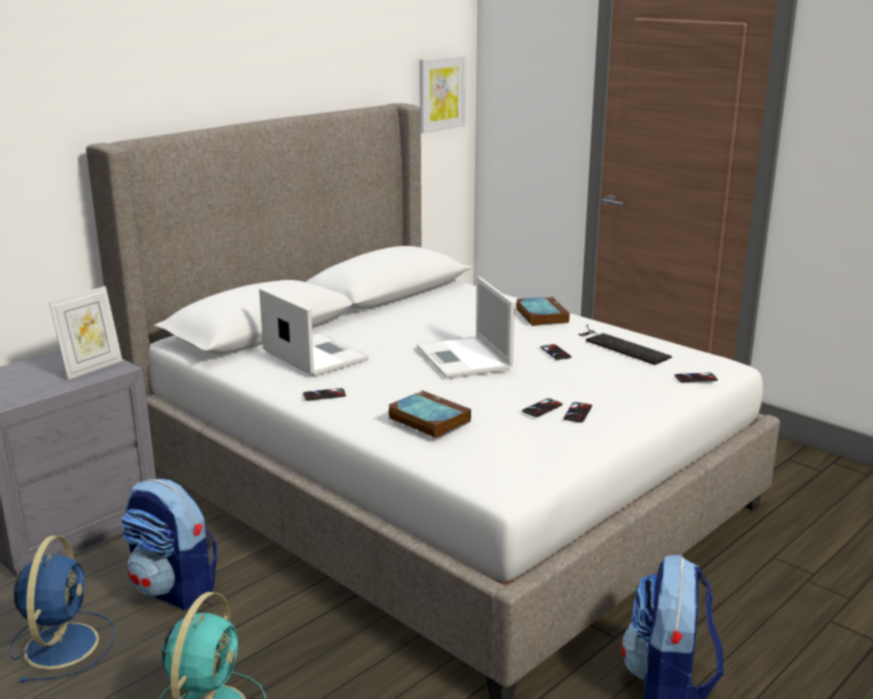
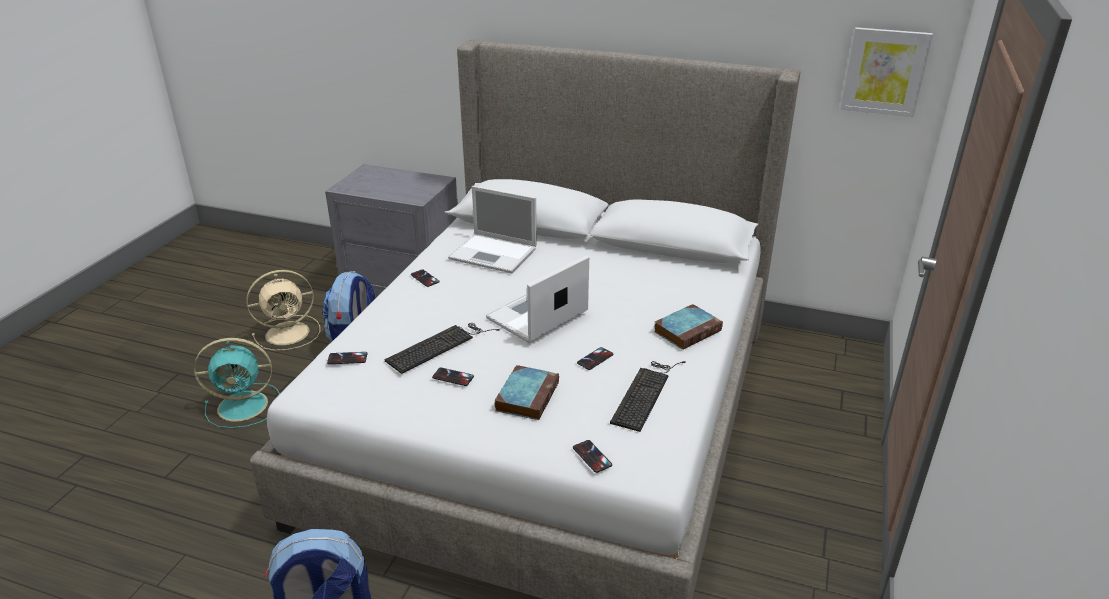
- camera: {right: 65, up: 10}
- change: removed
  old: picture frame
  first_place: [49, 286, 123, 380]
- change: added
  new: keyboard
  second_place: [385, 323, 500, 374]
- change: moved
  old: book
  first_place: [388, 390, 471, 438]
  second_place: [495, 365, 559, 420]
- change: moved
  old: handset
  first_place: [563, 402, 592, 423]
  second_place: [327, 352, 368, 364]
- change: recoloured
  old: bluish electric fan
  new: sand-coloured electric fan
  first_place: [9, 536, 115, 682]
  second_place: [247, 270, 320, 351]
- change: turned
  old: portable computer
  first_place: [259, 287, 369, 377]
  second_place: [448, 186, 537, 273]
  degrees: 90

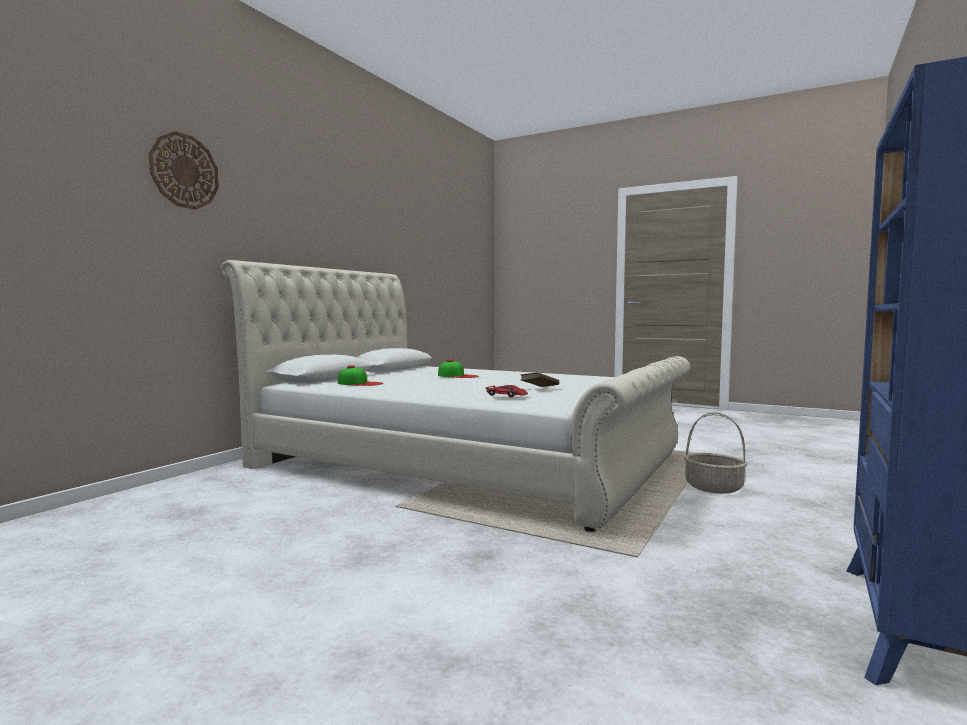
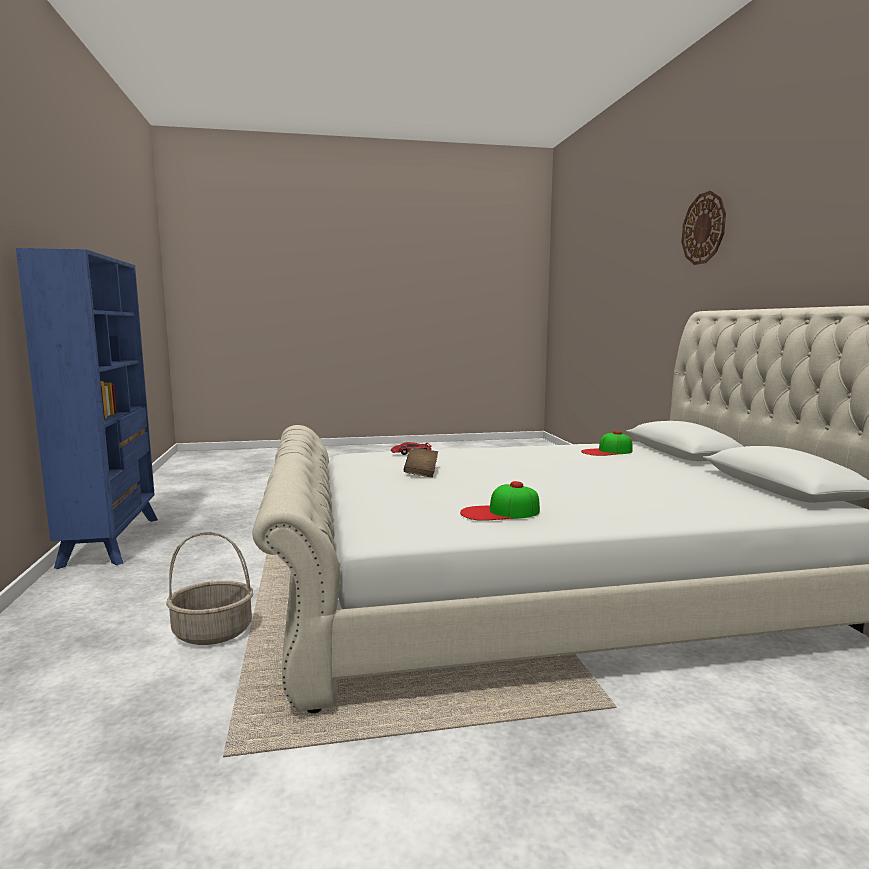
- camera: {right: 140, up: 5}
- change: moved
  old: baseball cap
  first_place: [438, 359, 479, 378]
  second_place: [460, 481, 540, 521]

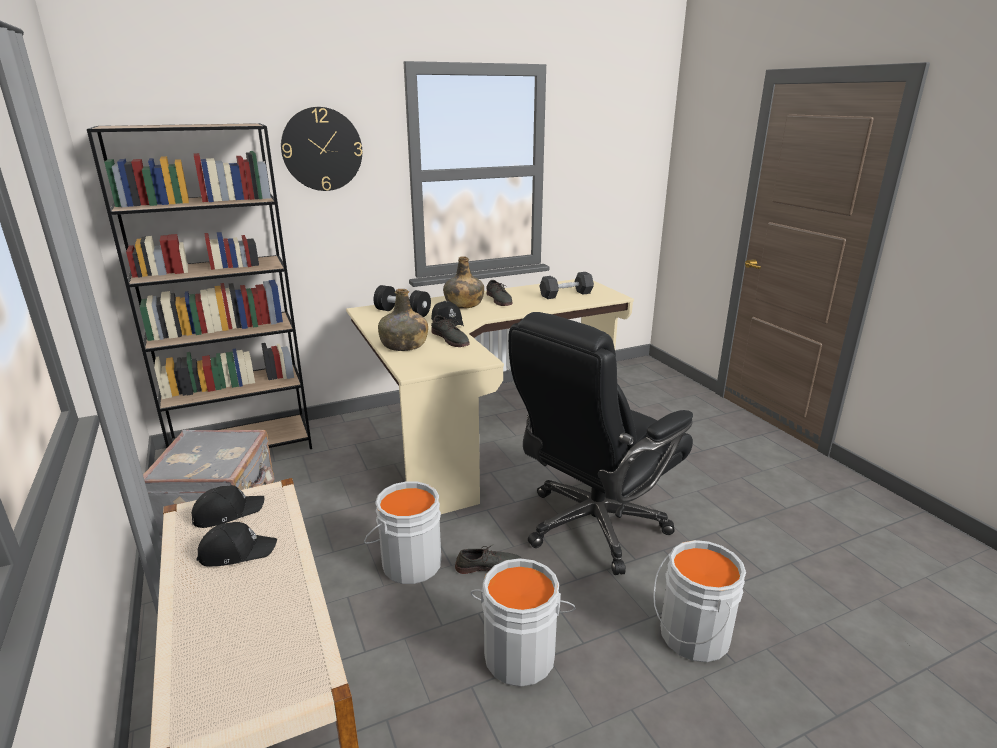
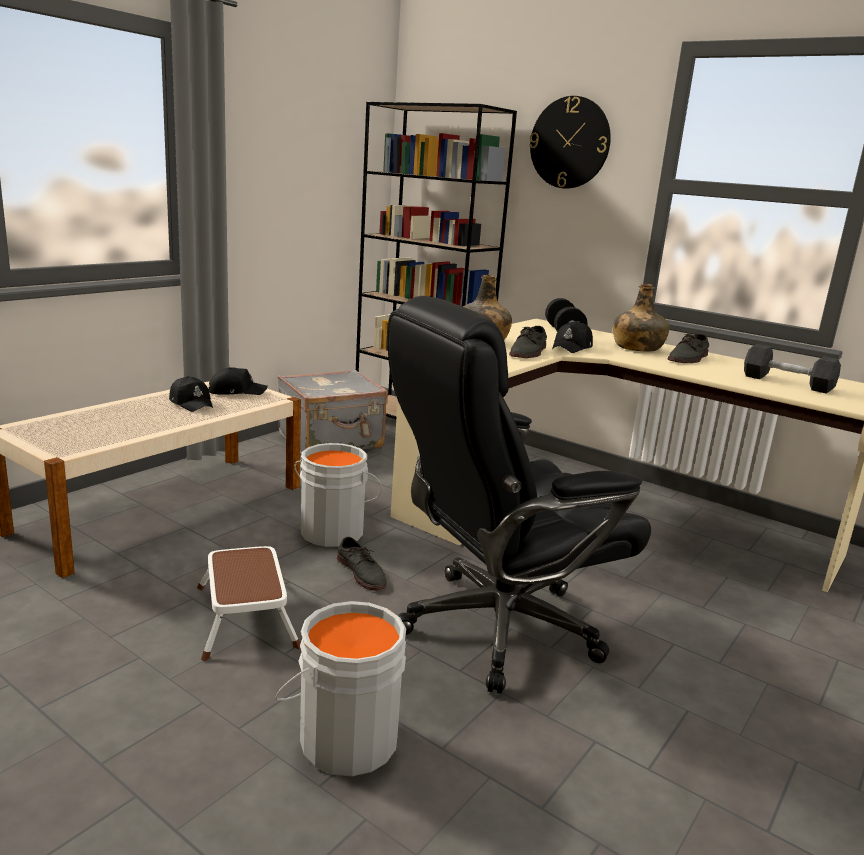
- camera: {right: 60, up: -5}
- change: replaced
  old: greyish bucket
  new: brown-coloured stepladder
  first_place: [470, 558, 575, 687]
  second_place: [197, 546, 301, 661]
- change: turned
  old: blackish baseball cap
  first_place: [192, 485, 264, 528]
  second_place: [208, 367, 268, 395]
  degrees: -45
- change: turned
  old: blackish office chair
  first_place: [508, 312, 693, 575]
  second_place: [387, 296, 651, 694]
  degrees: -45

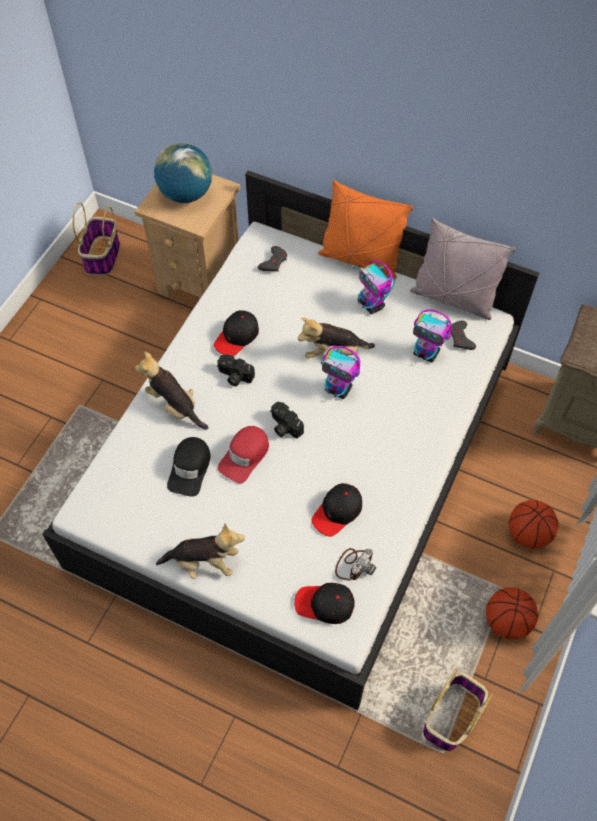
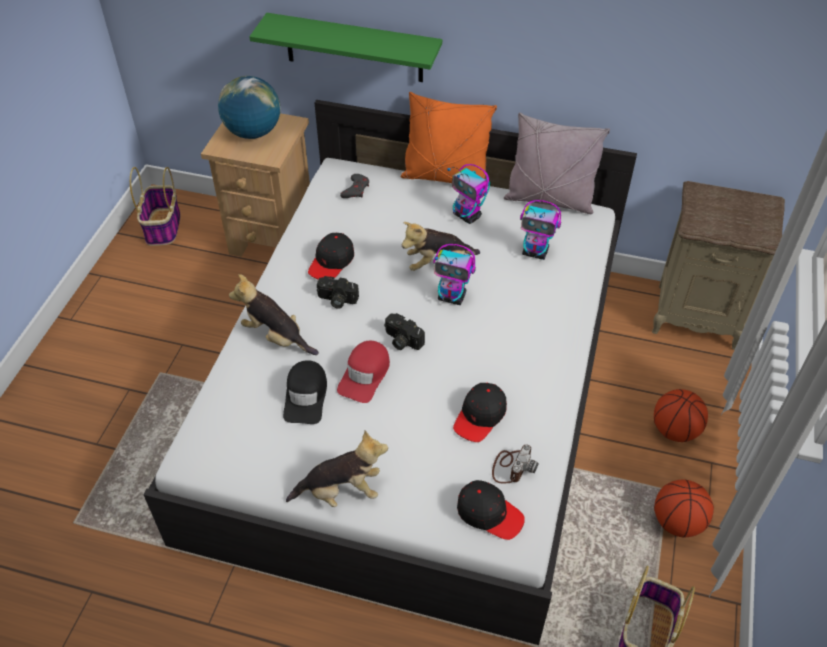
- camera: {right: -10, up: -10}
- change: removed
  old: greyish game controller
  first_place: [451, 321, 476, 350]
- change: added
  new: green shelf
  second_place: [249, 13, 442, 82]
- change: turned
  old: blackish baseball cap
  first_place: [294, 583, 355, 624]
  second_place: [457, 480, 525, 540]
  degrees: -150

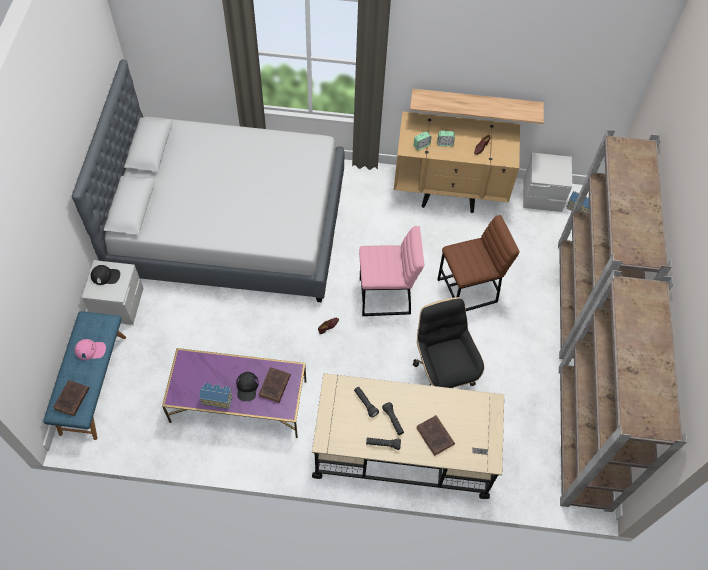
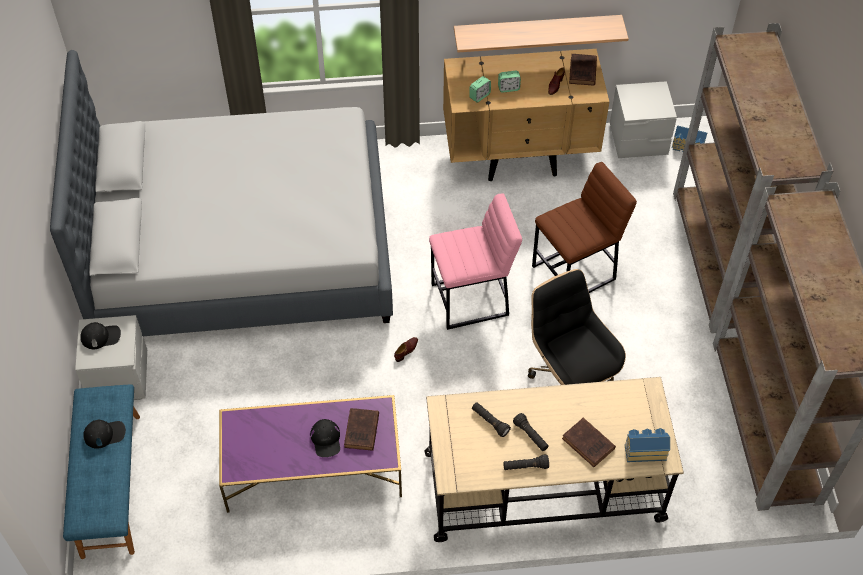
- camera: {right: -10, up: -5}
- change: moved
  old: brown-coloured book
  first_place: [53, 380, 89, 416]
  second_place: [569, 54, 597, 86]
- change: moved
  old: miniature house
  first_place: [199, 383, 233, 409]
  second_place: [625, 428, 670, 462]
- change: recoloured
  old: pink baseball cap
  new: blackish baseball cap
  first_place: [75, 339, 106, 360]
  second_place: [83, 419, 126, 449]

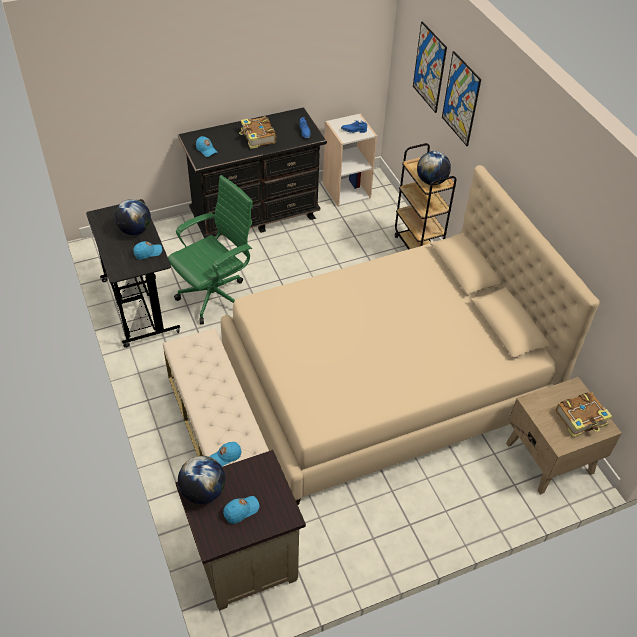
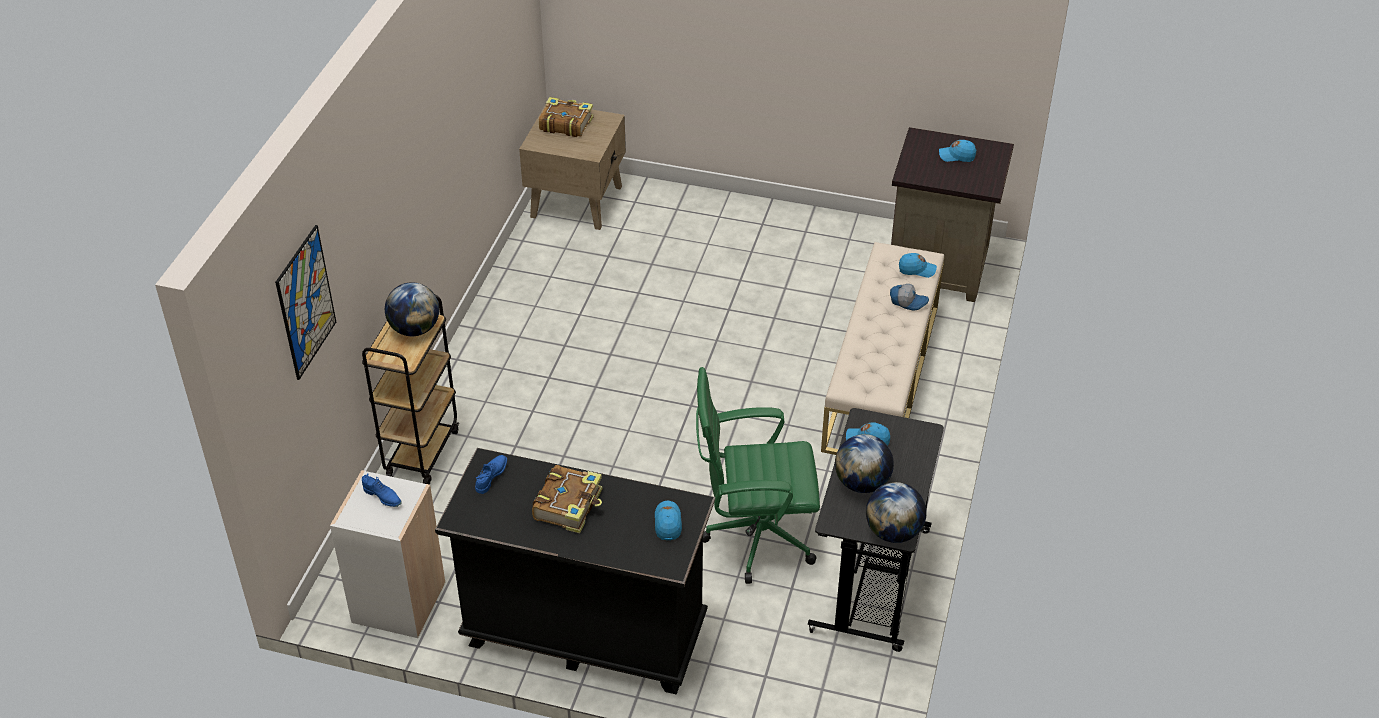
- camera: {right: -140, up: -5}
- change: removed
  old: sand-coloured bed
  first_place: [221, 165, 600, 505]
- change: removed
  old: wall art
  first_place: [442, 51, 481, 146]
- change: added
  new: baseball cap
  second_place: [890, 284, 929, 311]
- change: moved
  old: globe
  first_place: [178, 456, 225, 504]
  second_place: [866, 482, 927, 543]

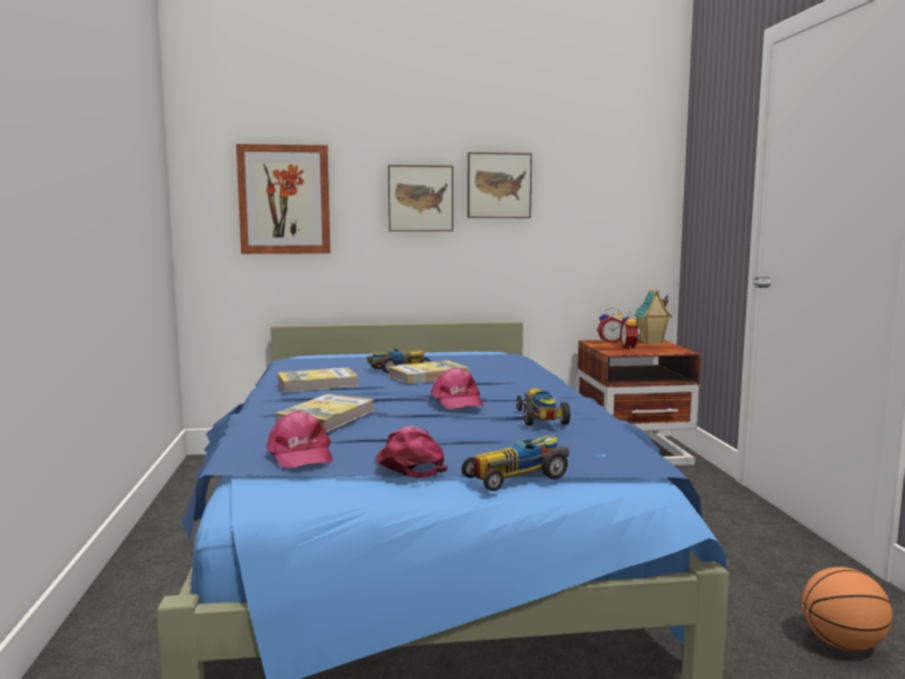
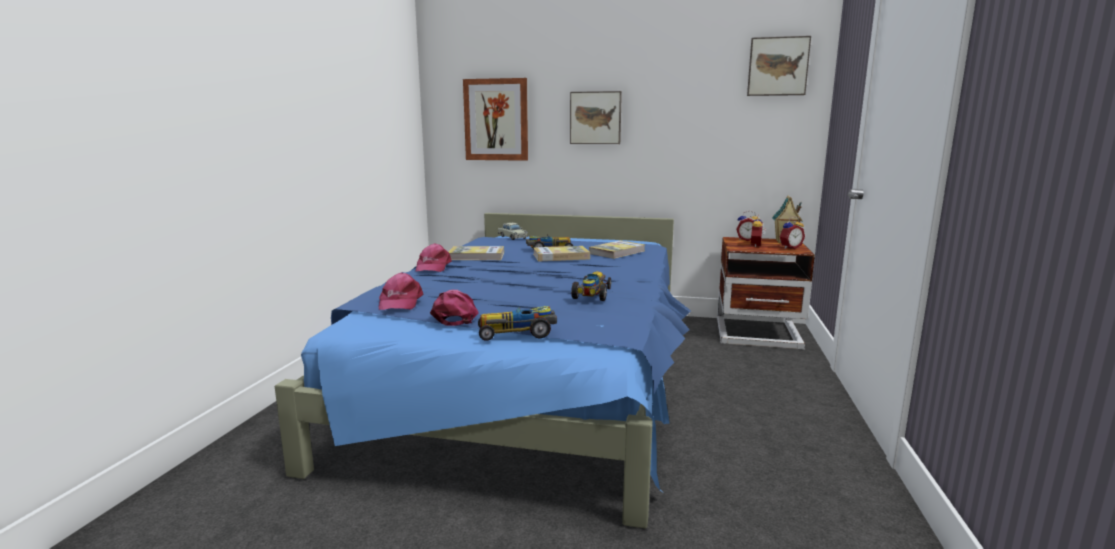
- camera: {right: 20, up: 5}
- change: removed
  old: basketball ball
  first_place: [801, 567, 892, 651]
- change: added
  new: sand-coloured model car
  second_place: [498, 223, 528, 240]
- change: added
  new: alarm clock
  second_place: [780, 216, 805, 249]
- change: moved
  old: book
  first_place: [275, 394, 374, 432]
  second_place: [589, 240, 645, 259]
- change: moved
  old: pink baseball cap
  first_place: [431, 367, 483, 409]
  second_place: [416, 243, 452, 272]
- change: moved
  old: wall art
  first_place: [467, 152, 532, 218]
  second_place: [747, 36, 811, 96]

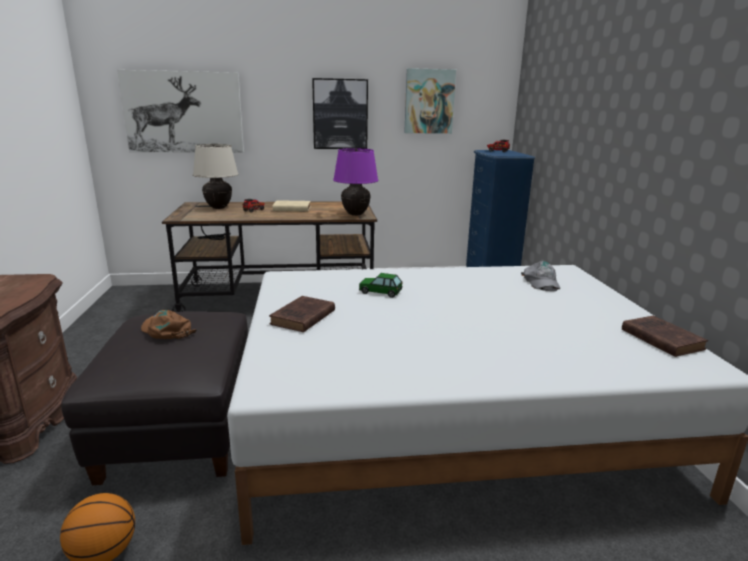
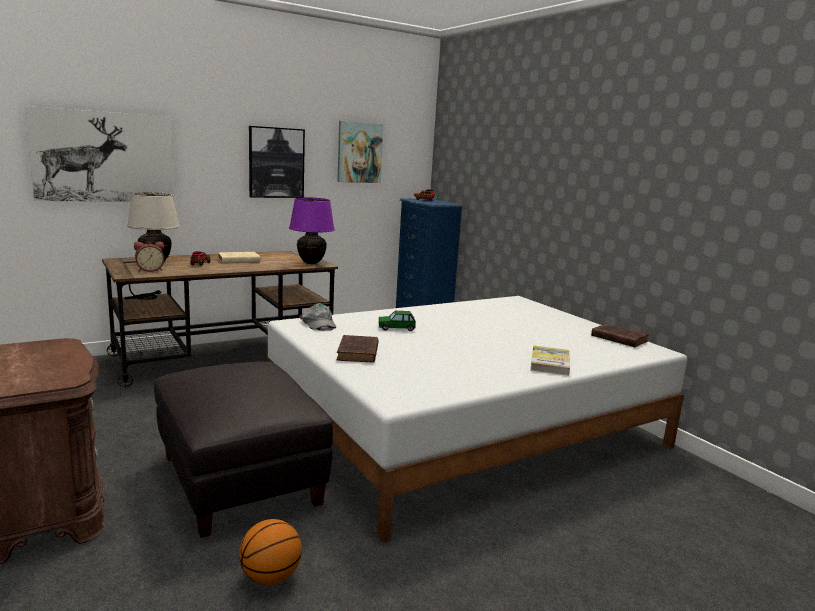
- camera: {right: -25, up: -5}
- change: removed
  old: brown-coloured baseball cap
  first_place: [141, 310, 197, 339]
- change: added
  new: alarm clock
  second_place: [134, 241, 165, 272]
- change: added
  new: book
  second_place: [530, 345, 570, 376]
- change: moved
  old: greyish baseball cap
  first_place: [521, 261, 560, 291]
  second_place: [299, 303, 336, 331]

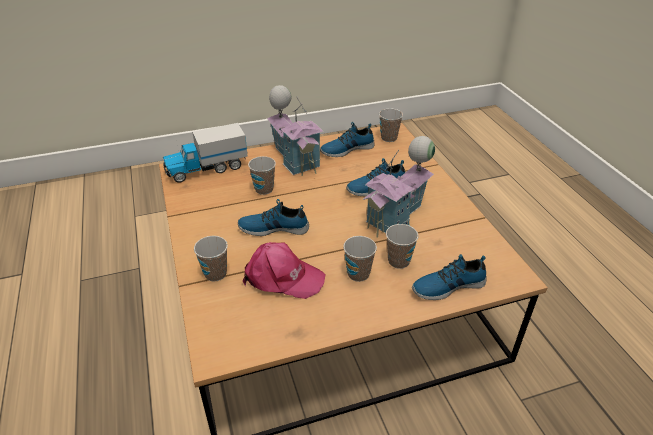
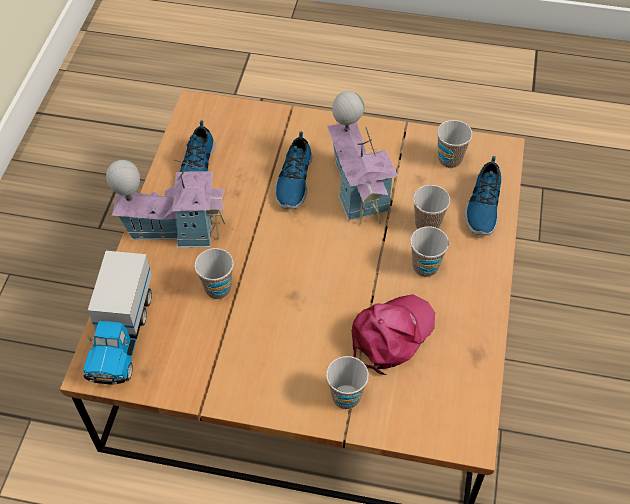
- camera: {right: -60, up: 15}
- change: removed
  old: item of footwear
  first_place: [238, 199, 309, 236]
- change: moved
  old: cup
  first_place: [379, 108, 403, 142]
  second_place: [437, 120, 472, 168]

